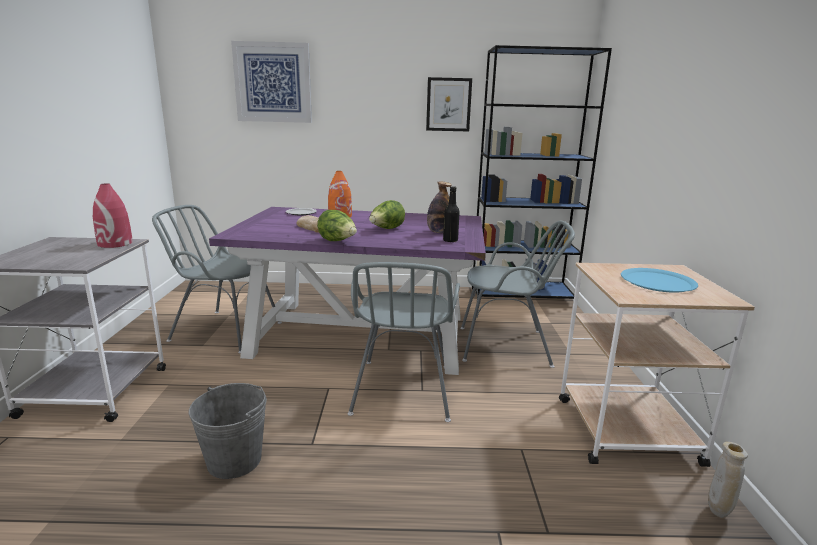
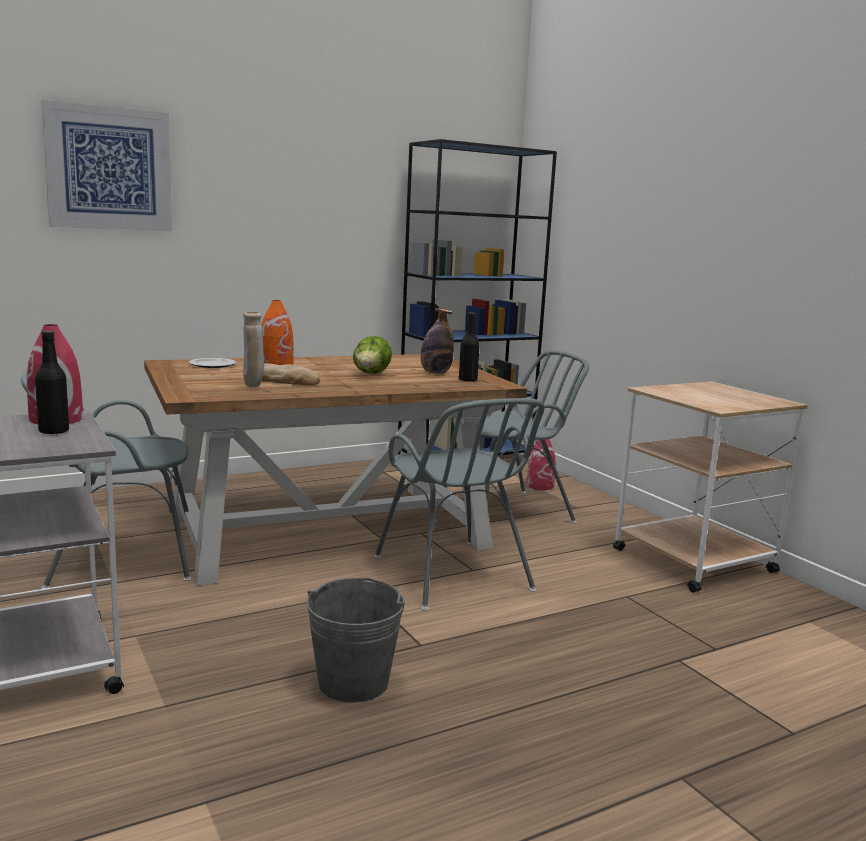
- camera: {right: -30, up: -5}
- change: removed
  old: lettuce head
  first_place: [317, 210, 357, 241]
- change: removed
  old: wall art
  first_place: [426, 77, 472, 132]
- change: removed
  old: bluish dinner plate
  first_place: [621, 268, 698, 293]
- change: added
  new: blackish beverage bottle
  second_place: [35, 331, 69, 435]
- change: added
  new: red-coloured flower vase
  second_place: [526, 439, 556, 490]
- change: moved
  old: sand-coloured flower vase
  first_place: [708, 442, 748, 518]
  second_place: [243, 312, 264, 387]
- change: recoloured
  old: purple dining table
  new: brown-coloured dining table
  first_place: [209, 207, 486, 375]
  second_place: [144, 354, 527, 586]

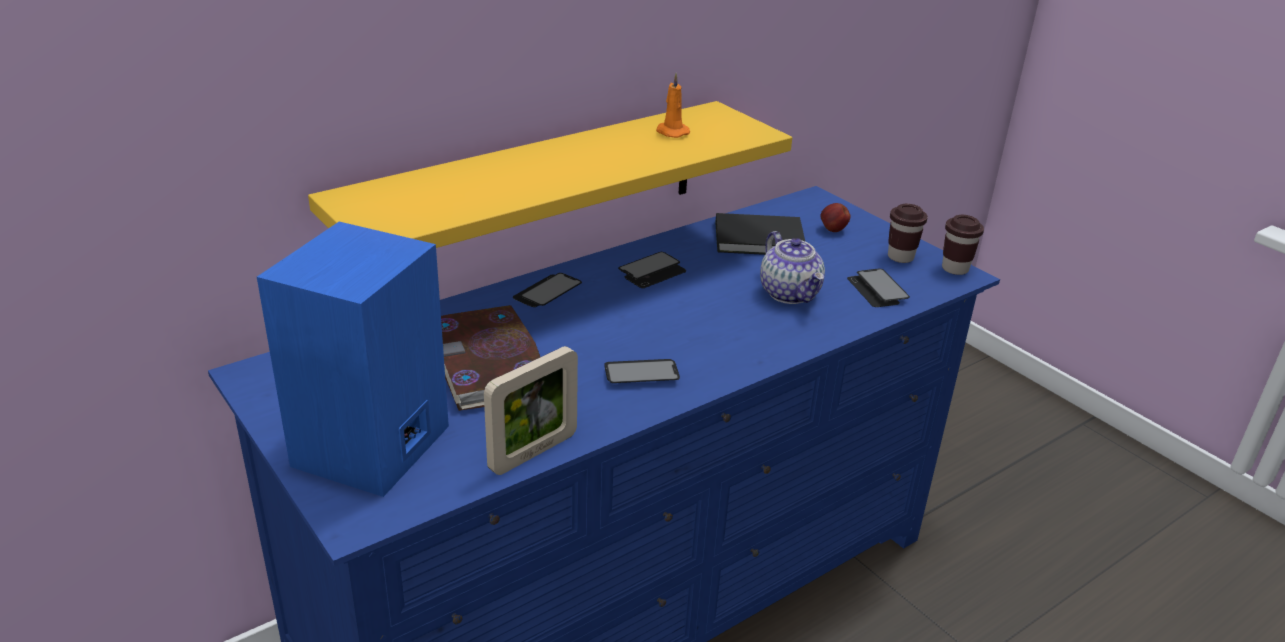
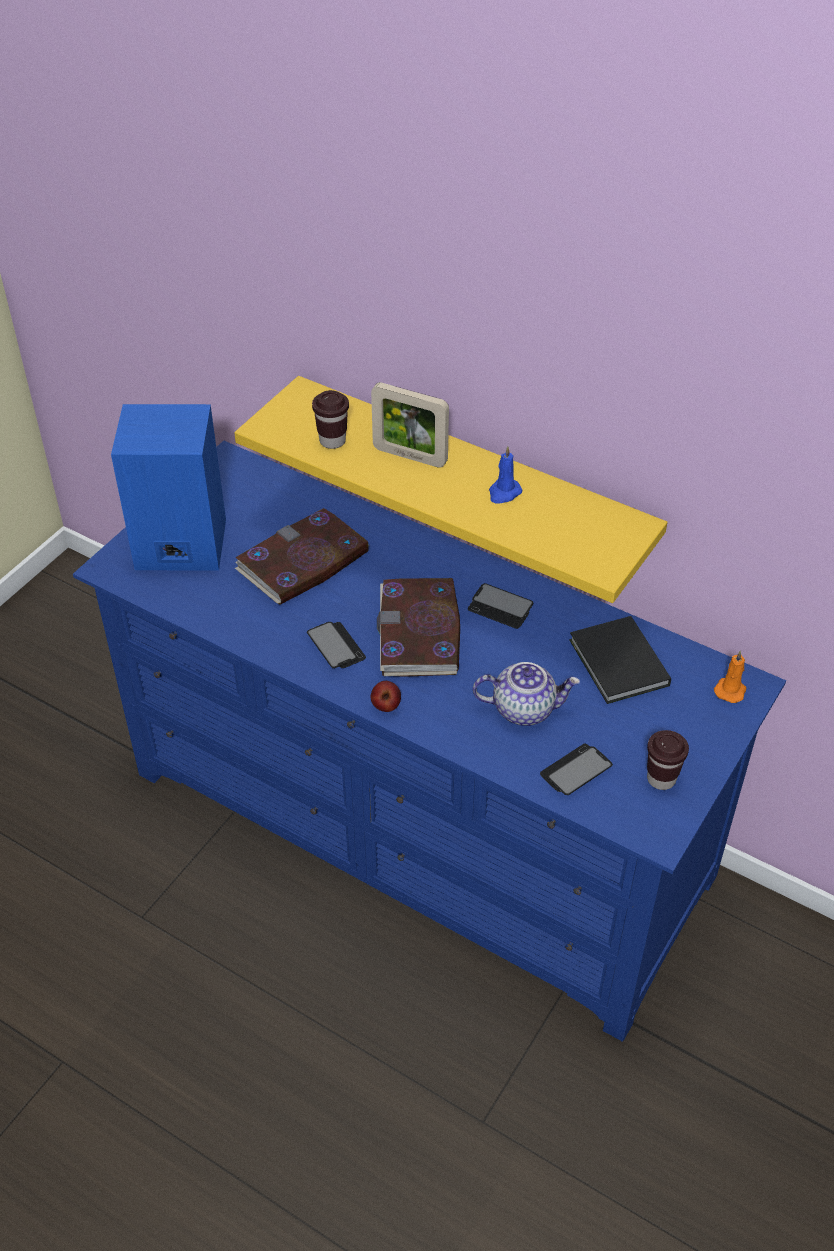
- camera: {right: 70, up: 15}
- change: removed
  old: handset
  first_place: [513, 273, 582, 307]
- change: added
  new: book
  second_place: [377, 578, 460, 677]
- change: added
  new: bluish wax light
  second_place: [489, 446, 522, 503]
- change: moved
  old: picture frame
  first_place: [484, 346, 578, 475]
  second_place: [371, 382, 449, 468]
- change: moved
  old: orangey wax light
  first_place: [656, 73, 690, 138]
  second_place: [714, 650, 746, 703]
- change: moved
  old: apple
  first_place: [821, 203, 850, 232]
  second_place: [371, 681, 401, 712]
- change: moved
  old: brown-coloured cup
  first_place: [942, 215, 984, 275]
  second_place: [312, 390, 349, 449]
- change: turned
  old: tea pot
  first_place: [760, 231, 825, 304]
  second_place: [473, 662, 580, 726]
  degrees: -135

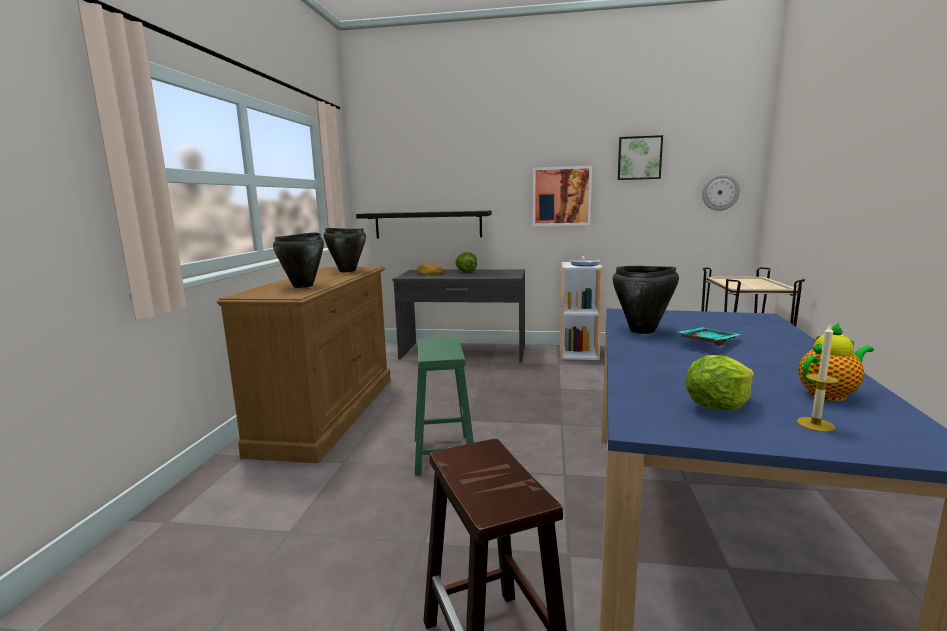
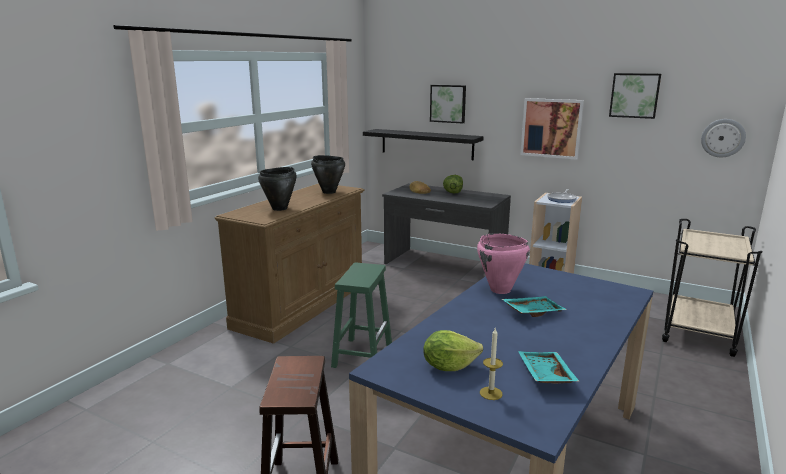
- camera: {right: 20, up: 5}
- change: added
  new: wall art
  second_place: [430, 85, 466, 124]
- change: replaced
  old: tea pot
  new: turquoise carrying tray
  first_place: [798, 323, 874, 401]
  second_place: [518, 351, 580, 383]
- change: recoloured
  old: blackish cooking pot
  new: pink cooking pot
  first_place: [613, 266, 679, 334]
  second_place: [477, 233, 530, 294]

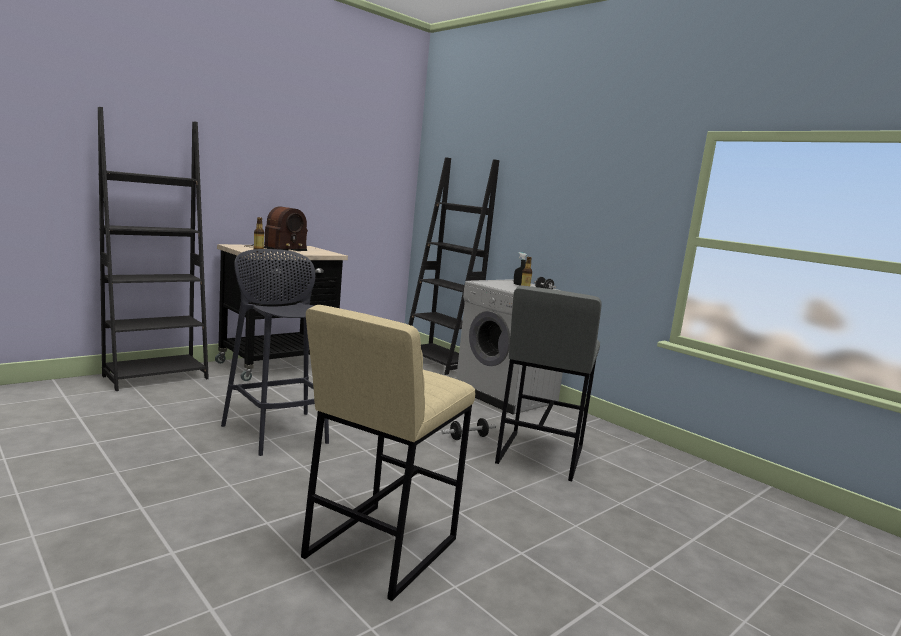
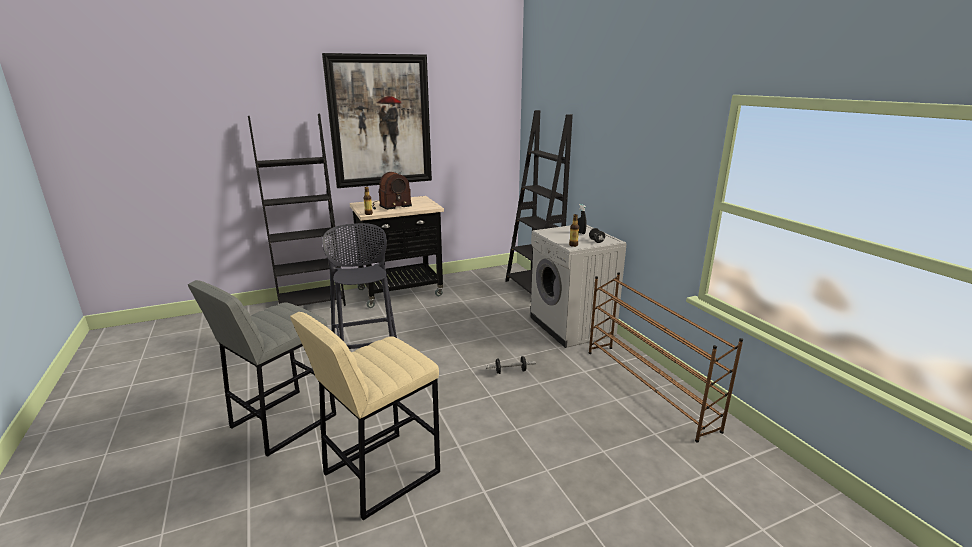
- camera: {right: 20, up: 10}
- change: added
  new: wall art
  second_place: [322, 53, 432, 188]
- change: added
  new: brown-coloured shoe rack
  second_place: [589, 272, 743, 443]
- change: moved
  old: greyish stool
  first_place: [495, 286, 602, 482]
  second_place: [188, 280, 336, 457]

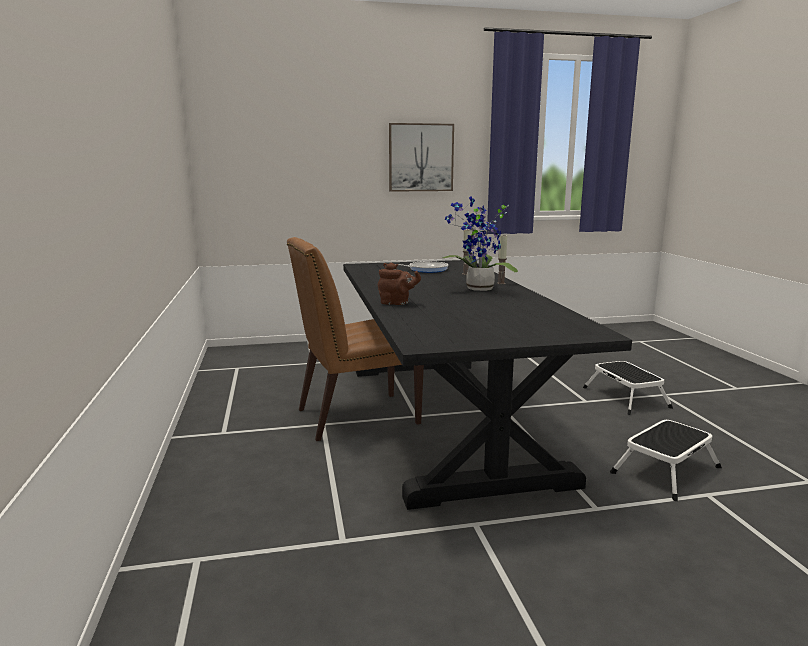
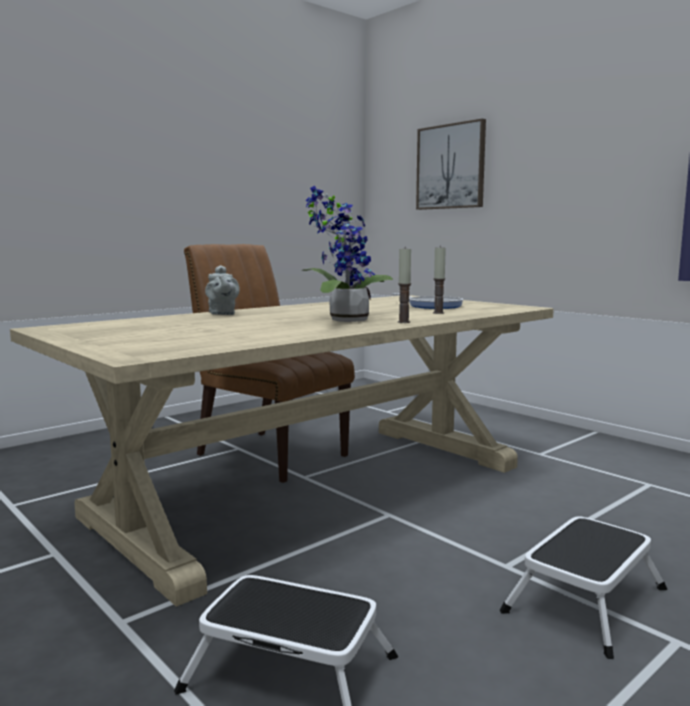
- camera: {right: 60, up: -5}
- change: moved
  old: wall art
  first_place: [389, 123, 454, 192]
  second_place: [416, 119, 486, 210]
- change: recoloured
  old: blackish dining table
  new: sand-coloured dining table
  first_place: [343, 260, 632, 510]
  second_place: [10, 295, 554, 607]
- change: recoloured
  old: brown-coloured tea pot
  new: greyish tea pot
  first_place: [378, 263, 421, 305]
  second_place: [205, 265, 240, 315]

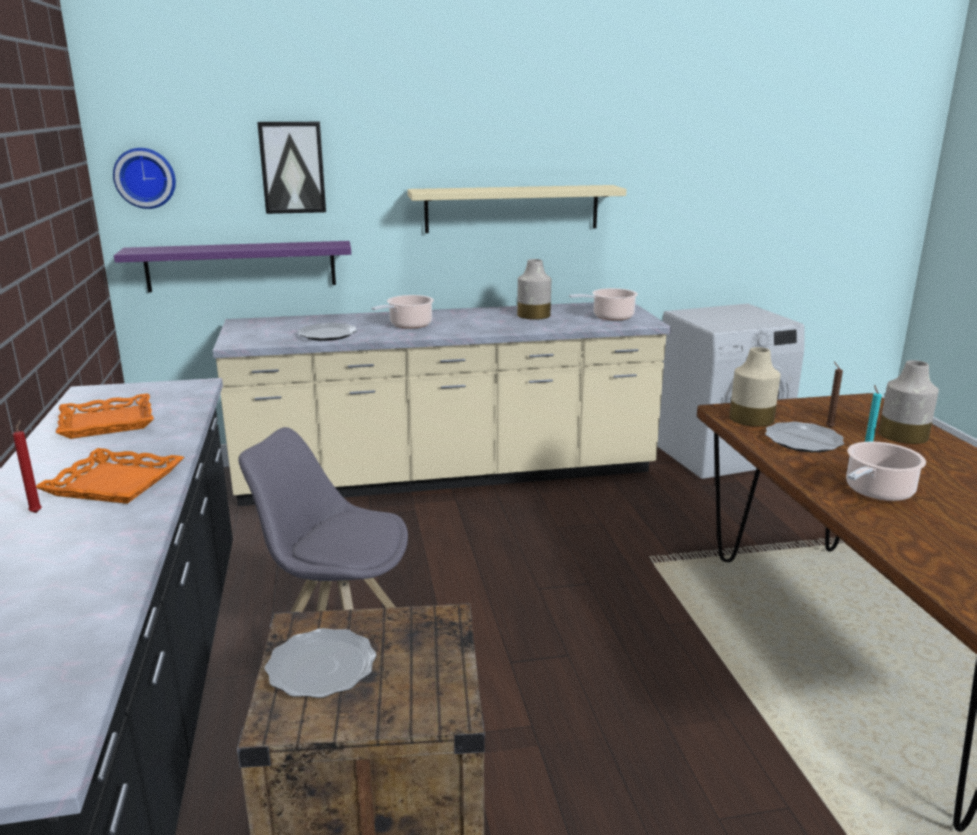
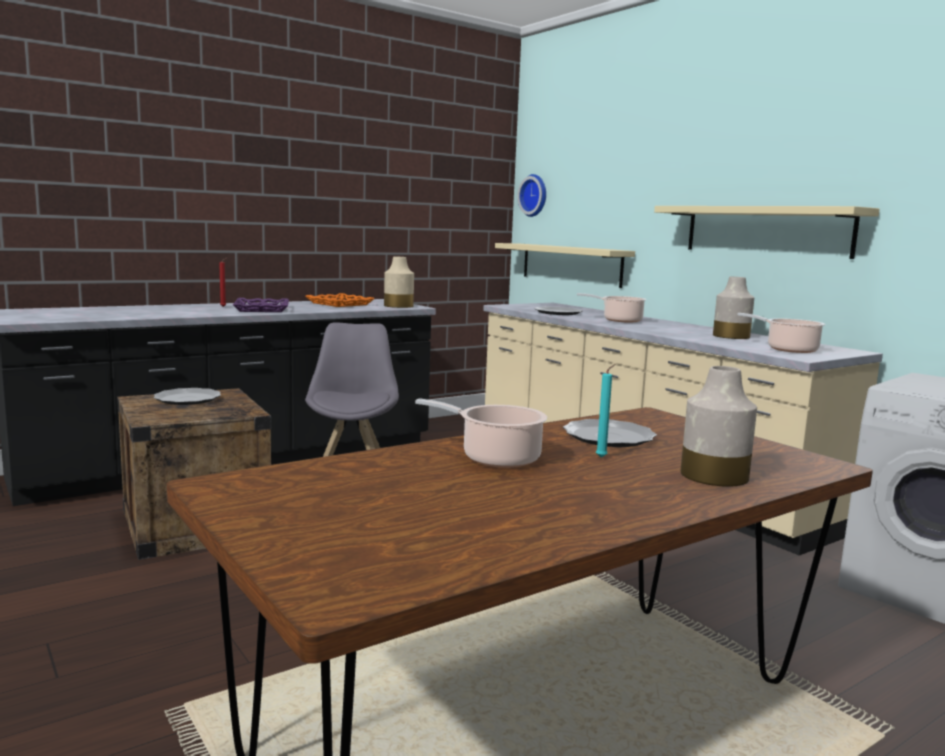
- camera: {right: 65, up: -10}
- change: removed
  old: wall art
  first_place: [257, 122, 326, 214]
- change: removed
  old: brown-coloured wax light
  first_place: [826, 362, 843, 428]
- change: moved
  old: sand-coloured flower vase
  first_place: [729, 347, 780, 427]
  second_place: [384, 257, 414, 308]
- change: recoloured
  old: orangey carrying tray
  new: purple carrying tray
  first_place: [36, 448, 184, 504]
  second_place: [233, 298, 289, 312]
- change: recoloured
  old: purple shelf
  new: sand-coloured shelf
  first_place: [114, 241, 351, 292]
  second_place: [495, 243, 635, 288]

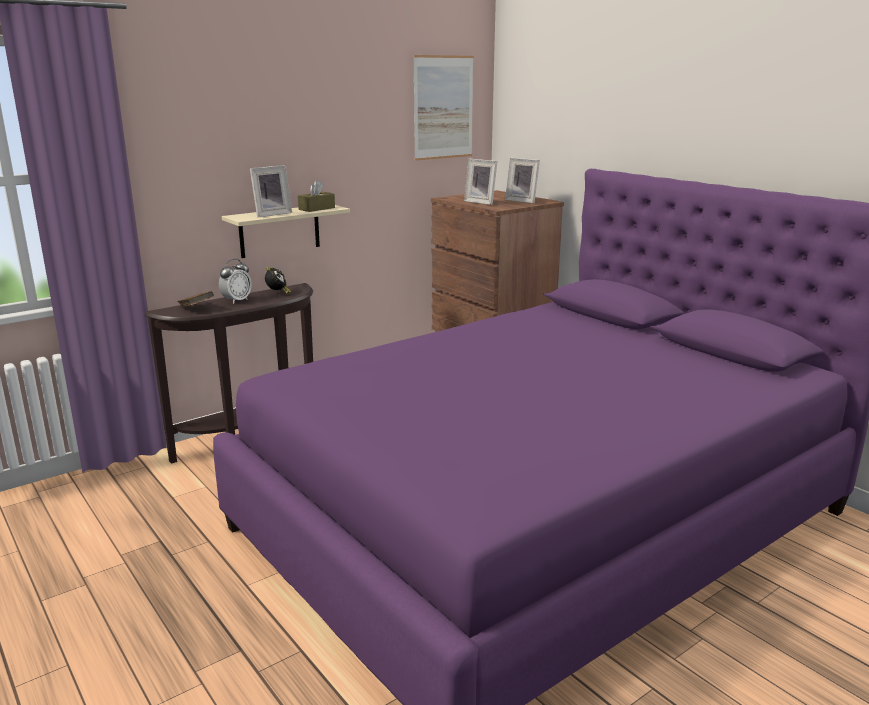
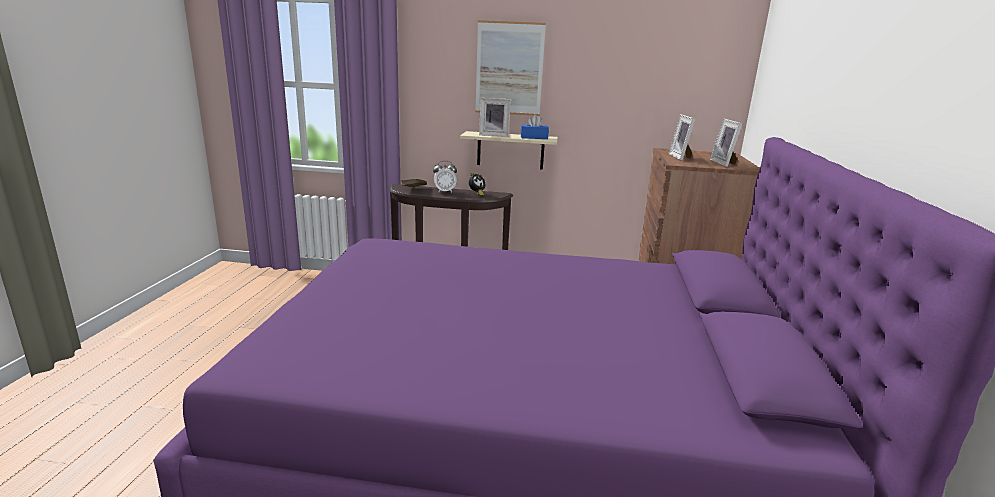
- camera: {right: 45, up: 0}
- change: moved
  old: wall art
  first_place: [413, 55, 474, 161]
  second_place: [475, 20, 546, 116]
- change: recoloured
  old: brown-coloured tissue box
  new: bluish tissue box
  first_place: [298, 180, 335, 212]
  second_place: [521, 115, 549, 139]

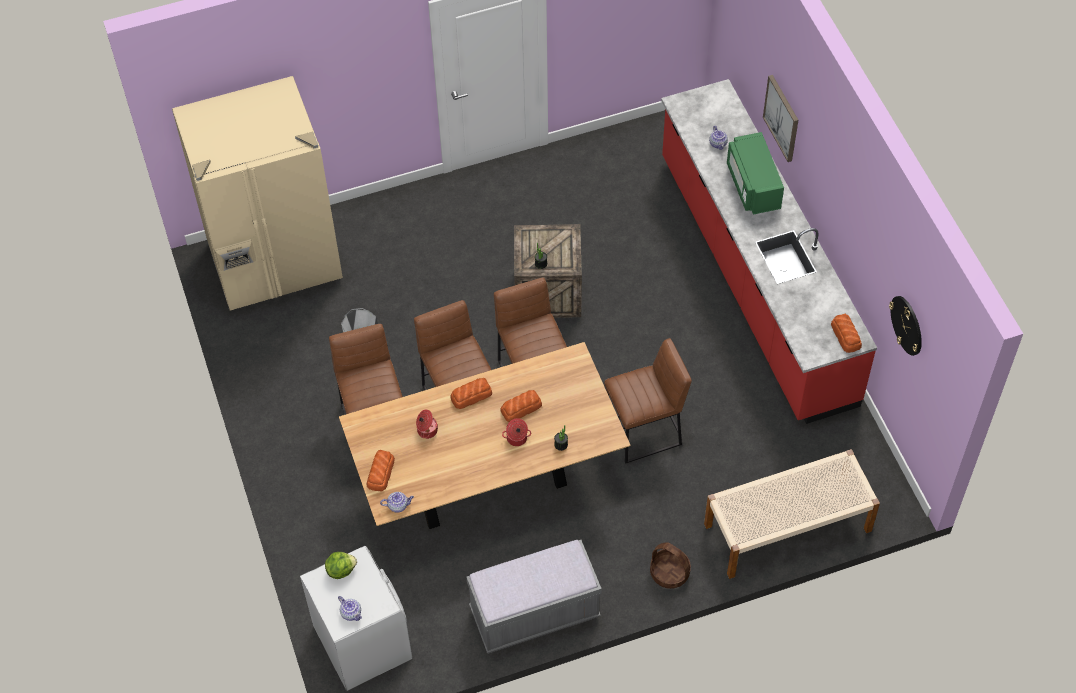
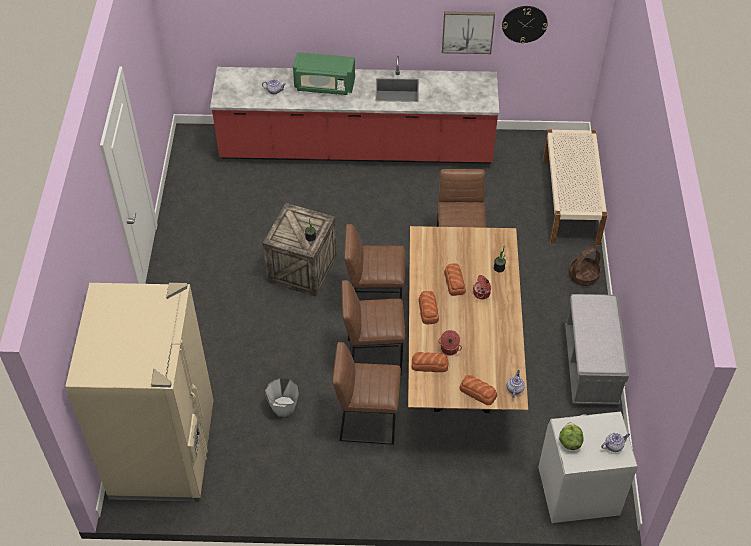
- camera: {right: -70, up: -5}
- change: moved
  old: wall art
  first_place: [763, 75, 798, 162]
  second_place: [442, 11, 495, 54]
- change: moved
  old: bakery bread
  first_place: [831, 314, 862, 353]
  second_place: [412, 352, 448, 372]

